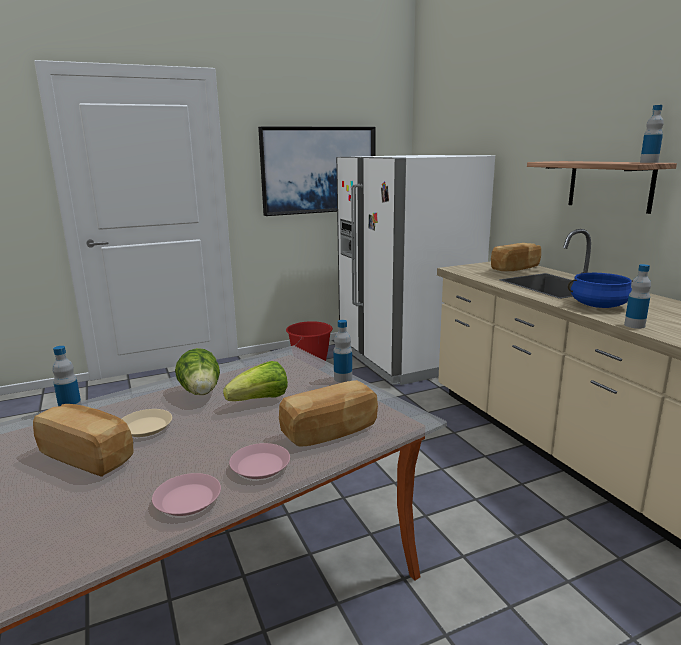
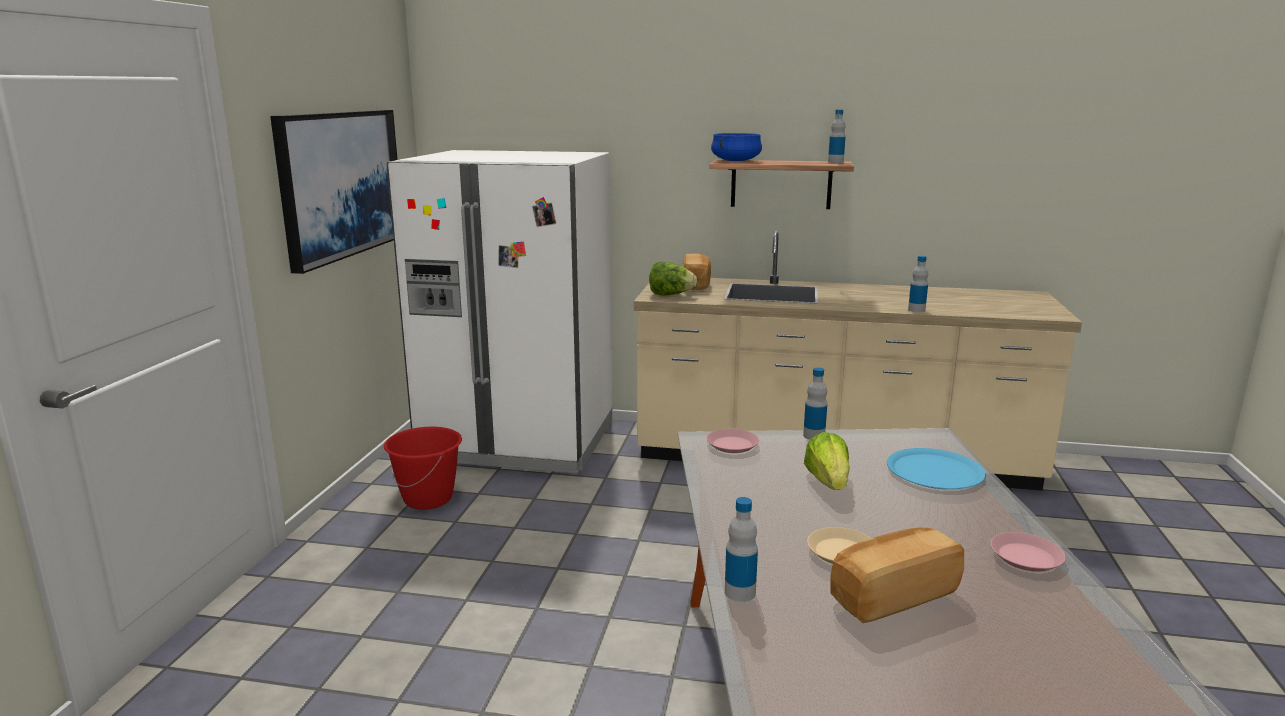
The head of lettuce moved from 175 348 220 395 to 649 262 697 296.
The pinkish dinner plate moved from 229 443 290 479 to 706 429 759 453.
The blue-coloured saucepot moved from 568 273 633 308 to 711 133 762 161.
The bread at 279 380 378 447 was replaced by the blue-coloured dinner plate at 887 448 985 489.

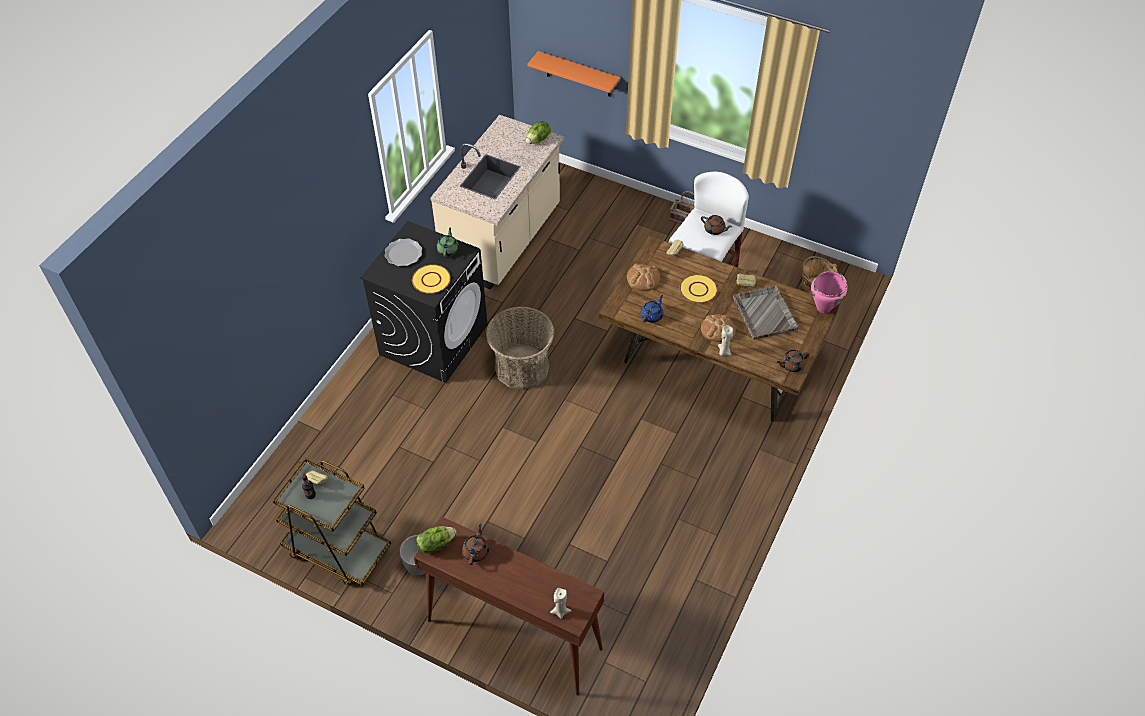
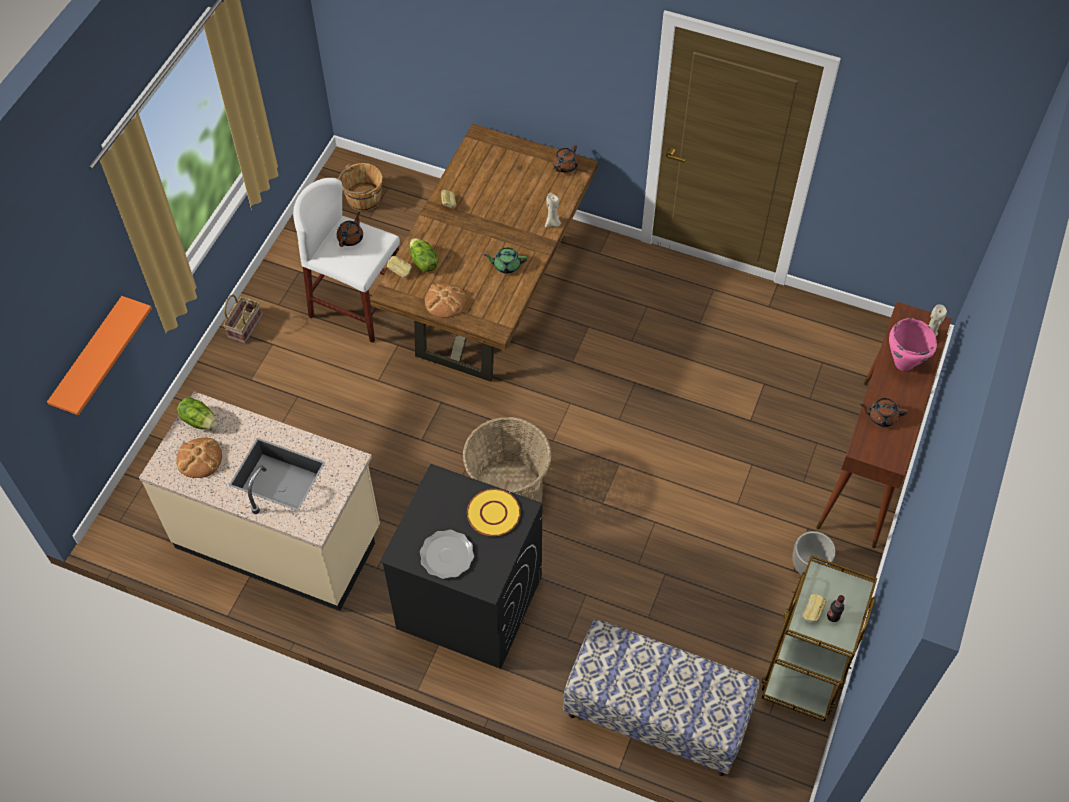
The bread moved from 701 314 736 342 to 176 437 222 478.
The head of lettuce moved from 417 526 457 554 to 410 238 438 272.
The greenish pot for tea moved from 437 227 459 257 to 484 248 528 274.
The brown pot for tea at 777 350 810 372 turned 60 degrees clockwise.
The indoor bench at 563 619 760 776 appeared.
The pinkish saucepot moved from 811 271 848 313 to 889 318 937 371.
The blue-coloured pot for tea at 641 295 663 323 disappeared.
The yellowish dinner plate at 680 274 718 303 disappeared.
The greyish serving tray at 733 285 799 340 disappeared.

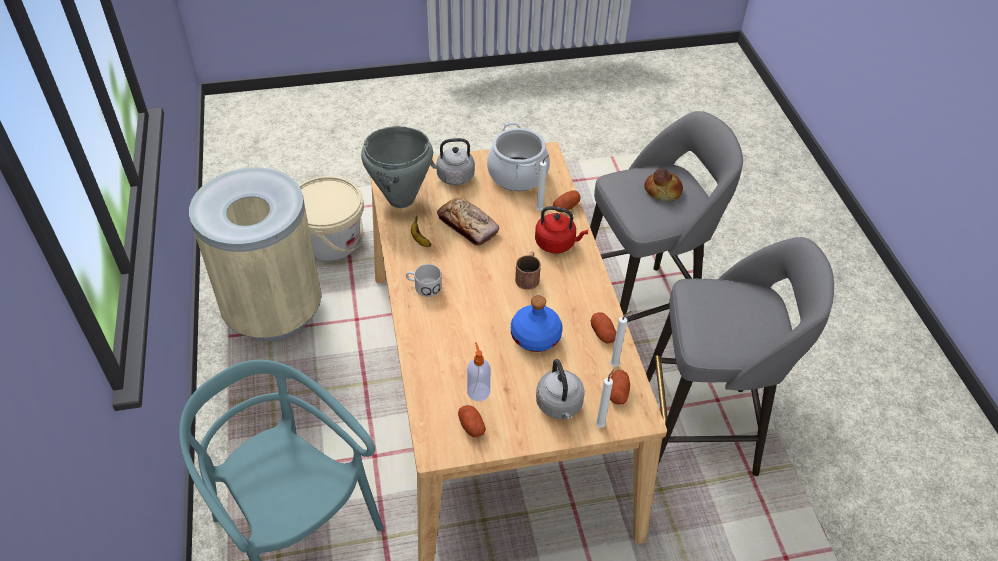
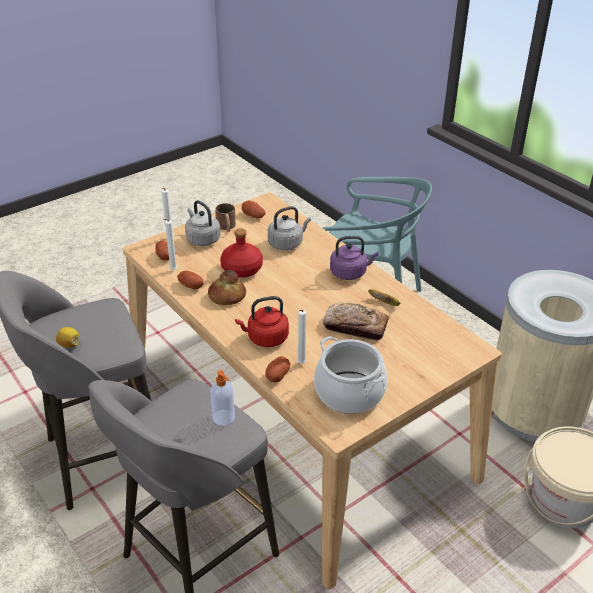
The citrus fruit at 56 327 80 348 appeared.
The bread moved from 644 169 683 201 to 208 270 246 305.
The liquid soap bottle moved from 467 342 491 401 to 211 370 235 426.
The brown coffee mug moved from 515 252 541 290 to 215 203 236 232.
The blue-coloured bottle at 511 296 563 352 became the red-coloured bottle at 220 228 263 277.
The greyish kettle moved from 430 138 475 185 to 268 206 311 250.
The whitish coffee mug at 406 264 442 297 was replaced by the purple-coloured kettle at 330 236 379 280.
The greyish saucepot at 361 126 433 208 disappeared.

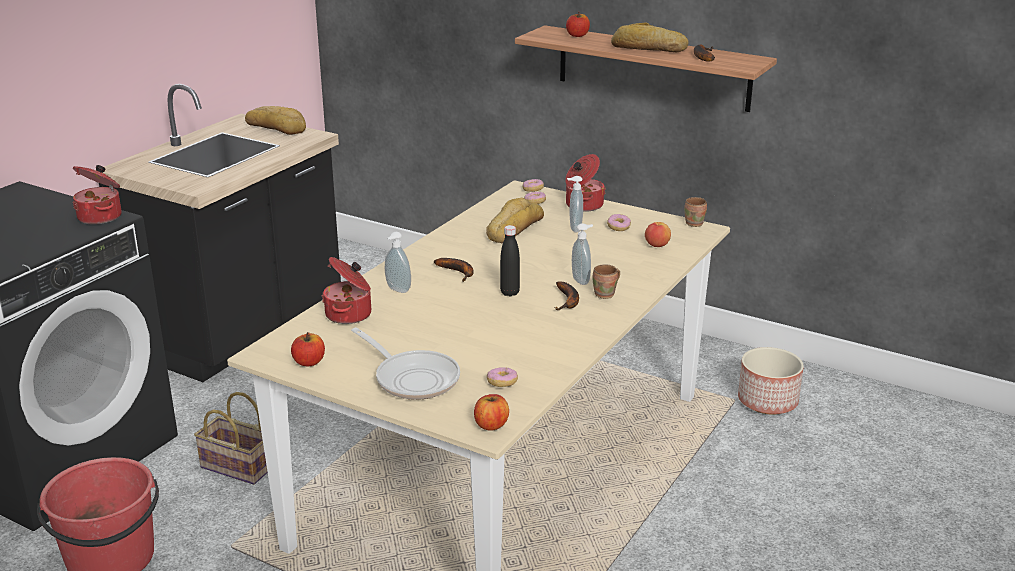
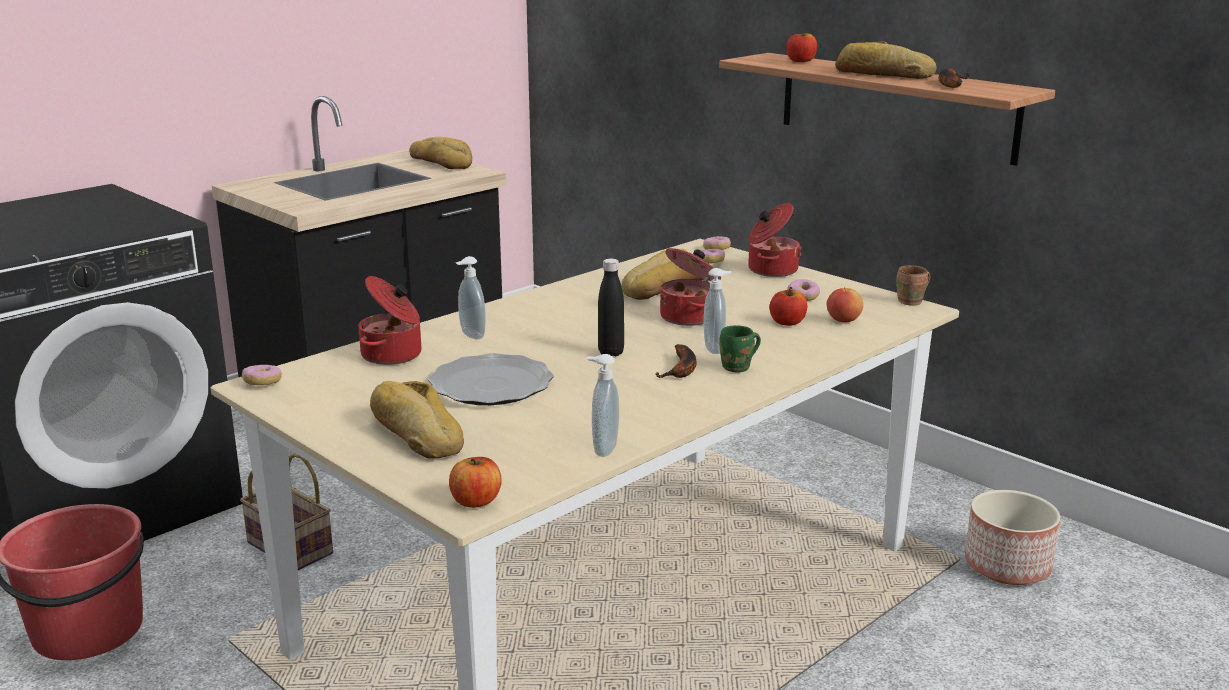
The ring doughnut moved from 487 367 518 387 to 242 365 282 385.
The pan at 351 328 460 400 was replaced by the bread at 370 381 464 459.
The dinner plate at 428 353 554 405 appeared.
The liquid soap bottle moved from 567 176 583 232 to 587 354 619 457.
The saucepot moved from 73 165 122 225 to 660 248 721 326.
The brown coffee mug at 592 264 620 299 became the greenish coffee mug at 719 326 761 373.
The apple fruit moved from 291 332 325 366 to 769 287 807 326.
The banana at 434 258 474 282 disappeared.

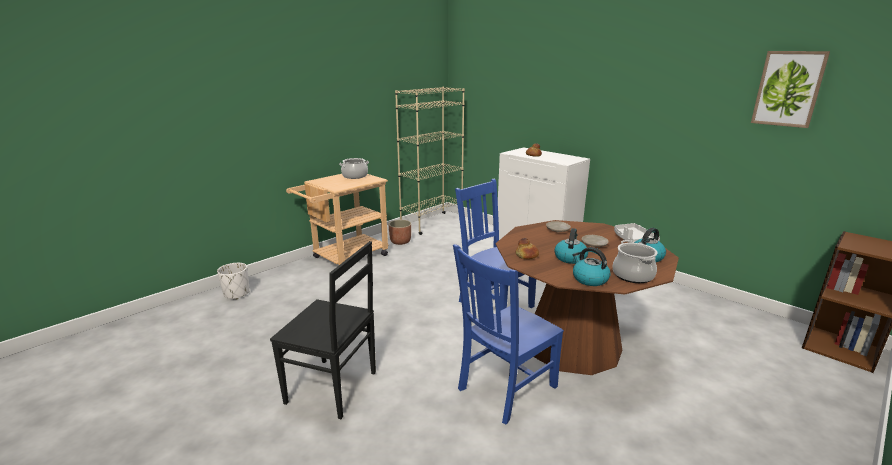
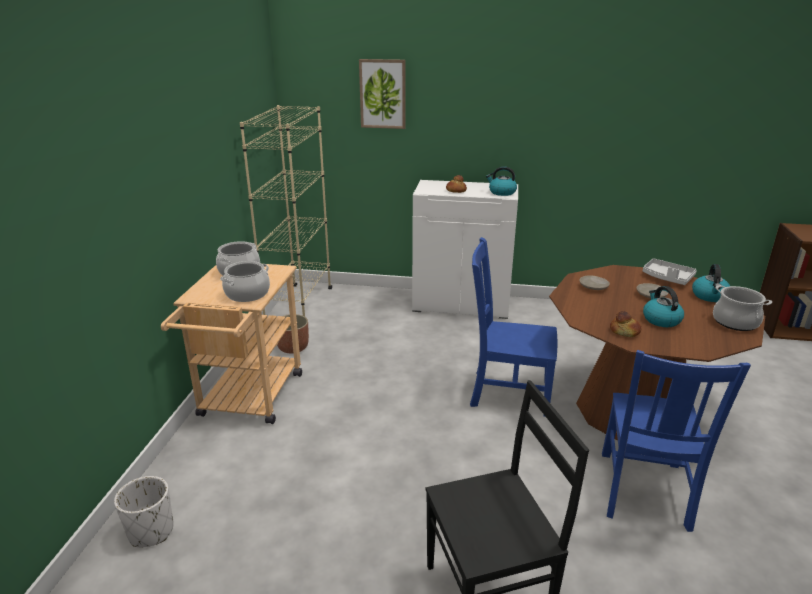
The saucepot at 220 261 270 302 appeared.
The wall picture moved from 751 51 830 128 to 359 59 406 129.
The kettle moved from 573 247 610 286 to 486 167 517 196.

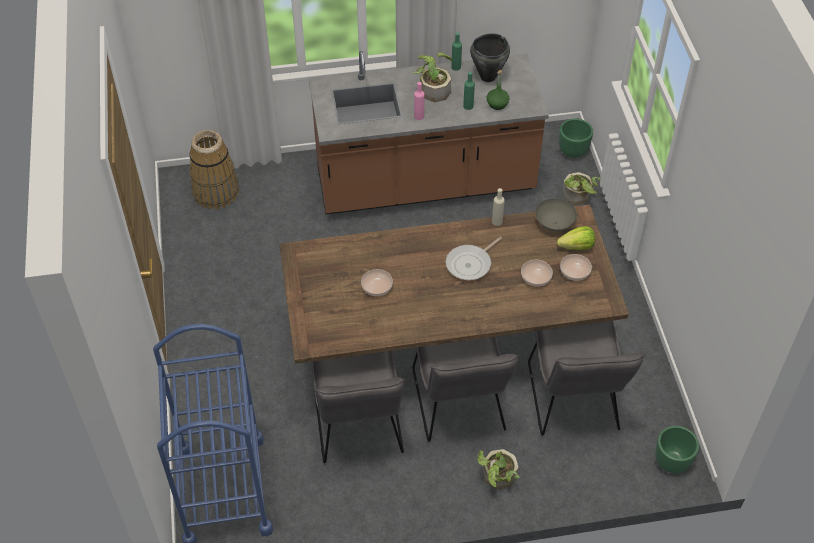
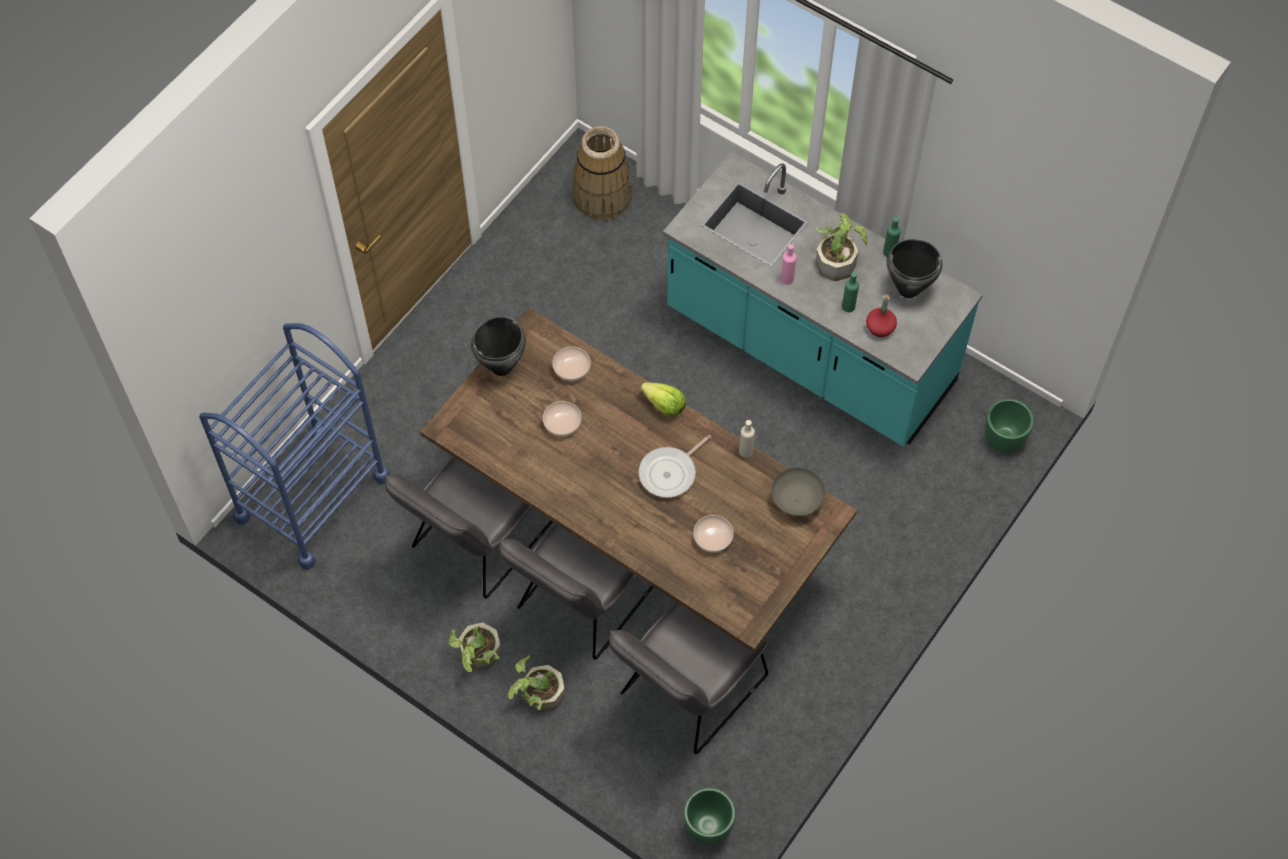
The plant in a pot moved from 562 172 601 205 to 449 623 501 672.
The black saucepot at 471 316 526 376 appeared.
The bowl moved from 560 254 592 281 to 552 346 591 381.
The pan at 446 237 502 280 turned 45 degrees counterclockwise.
The head of lettuce moved from 557 226 595 250 to 641 382 686 417.
The brown counter at 309 51 549 214 became the turquoise counter at 663 151 983 447.
The greenish bottle at 487 70 509 110 became the red-coloured bottle at 866 294 897 337.

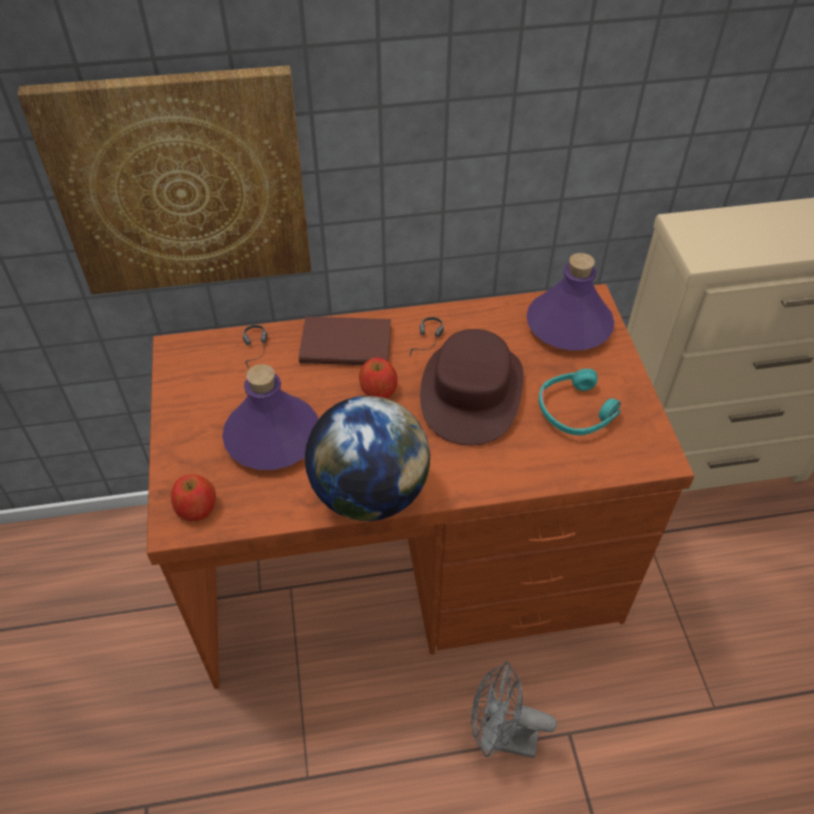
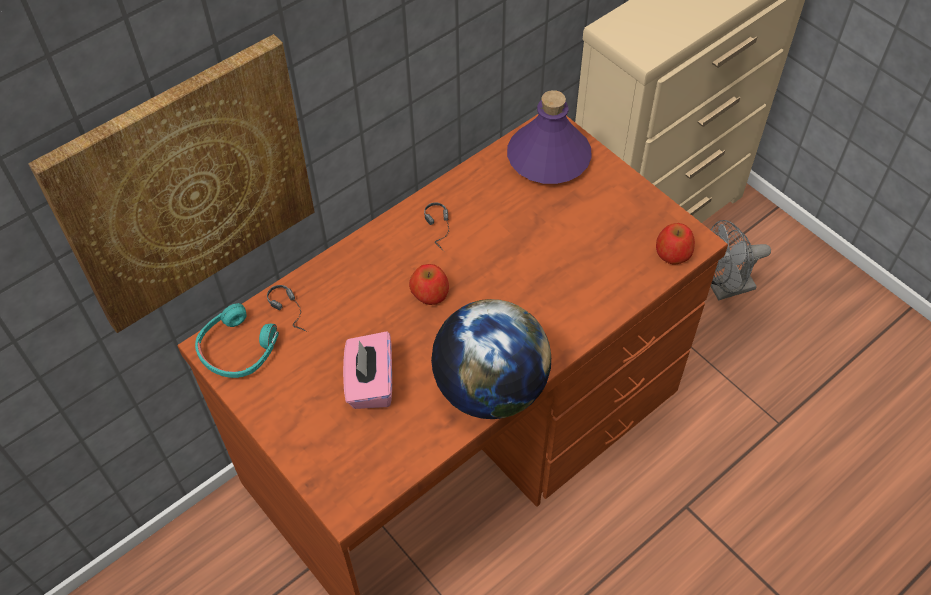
The turquoise headphones moved from 539 369 621 435 to 195 303 279 378.
The purple-coloured bottle at 222 364 318 470 was replaced by the pinkish tissue box at 343 331 392 409.
The apple fruit moved from 171 474 216 521 to 656 223 695 265.
The greyish cooling fan moved from 471 662 557 758 to 710 220 771 301.
The brown book at 299 316 391 365 disappeared.
The brown hat at 420 329 524 445 disappeared.

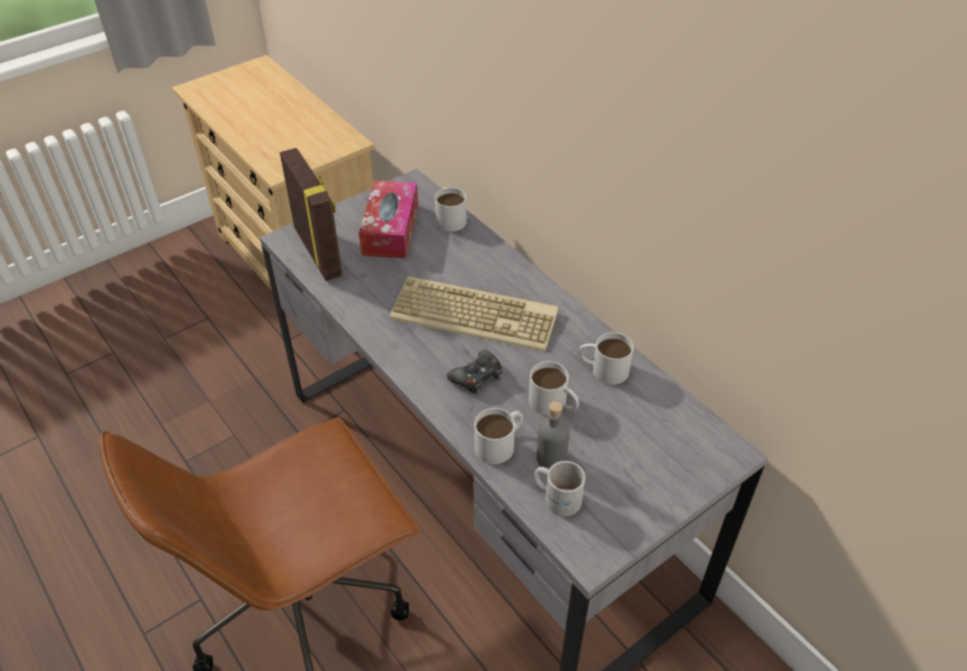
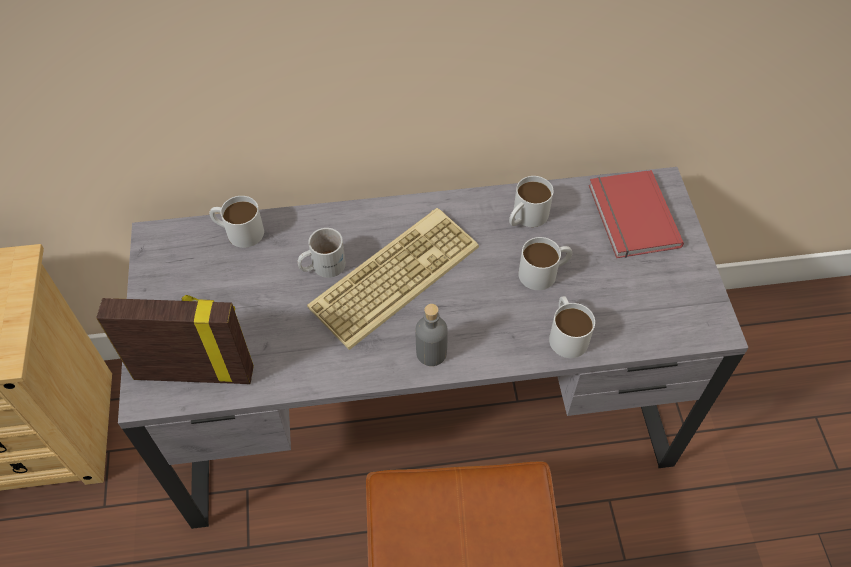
The whitish coffee mug moved from 534 461 585 516 to 298 228 346 278.
The greyish bottle moved from 536 401 570 469 to 415 304 448 366.
The red-coloured book at 589 170 684 258 appeared.
The tissue box at 359 180 418 258 disappeared.
The black joypad at 447 349 502 395 disappeared.

